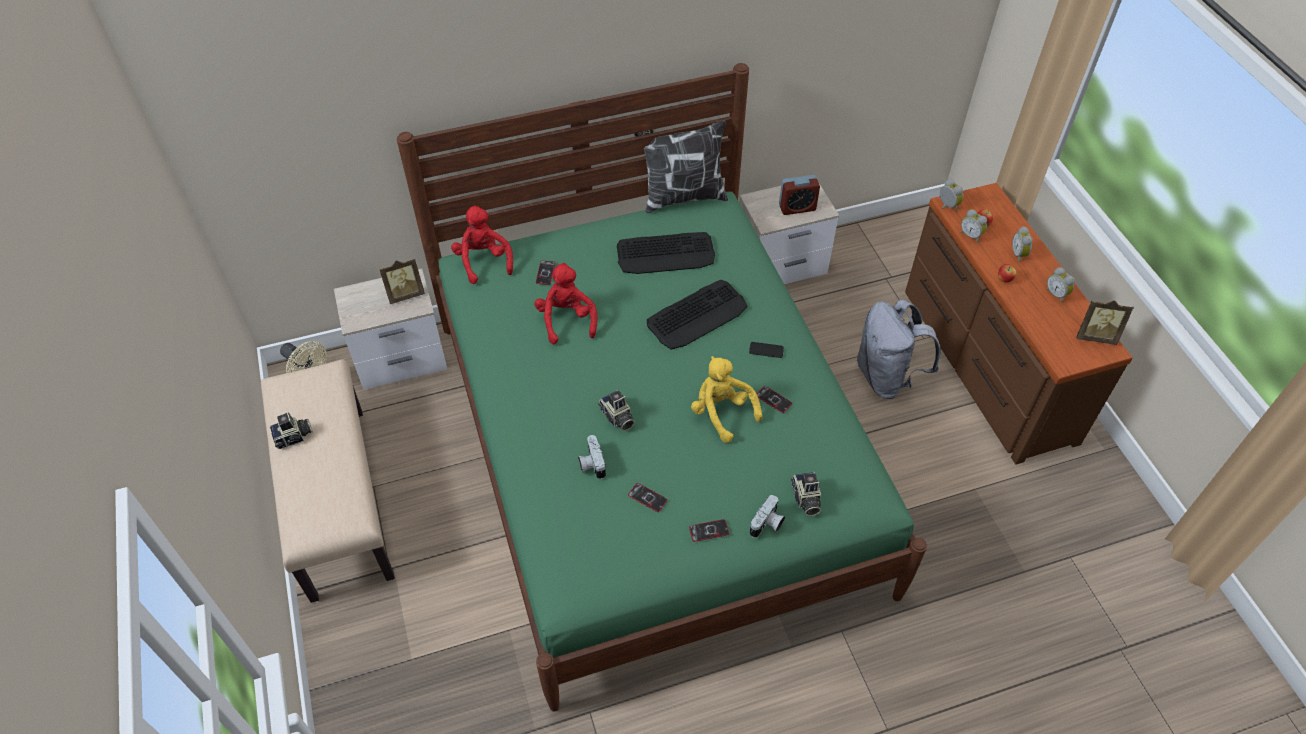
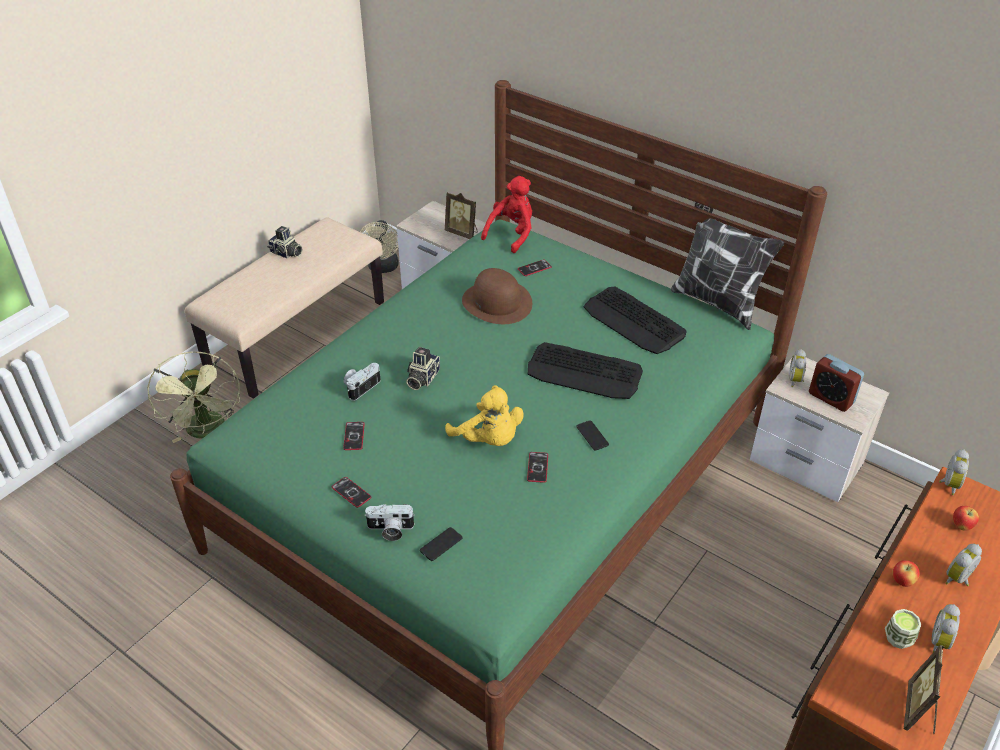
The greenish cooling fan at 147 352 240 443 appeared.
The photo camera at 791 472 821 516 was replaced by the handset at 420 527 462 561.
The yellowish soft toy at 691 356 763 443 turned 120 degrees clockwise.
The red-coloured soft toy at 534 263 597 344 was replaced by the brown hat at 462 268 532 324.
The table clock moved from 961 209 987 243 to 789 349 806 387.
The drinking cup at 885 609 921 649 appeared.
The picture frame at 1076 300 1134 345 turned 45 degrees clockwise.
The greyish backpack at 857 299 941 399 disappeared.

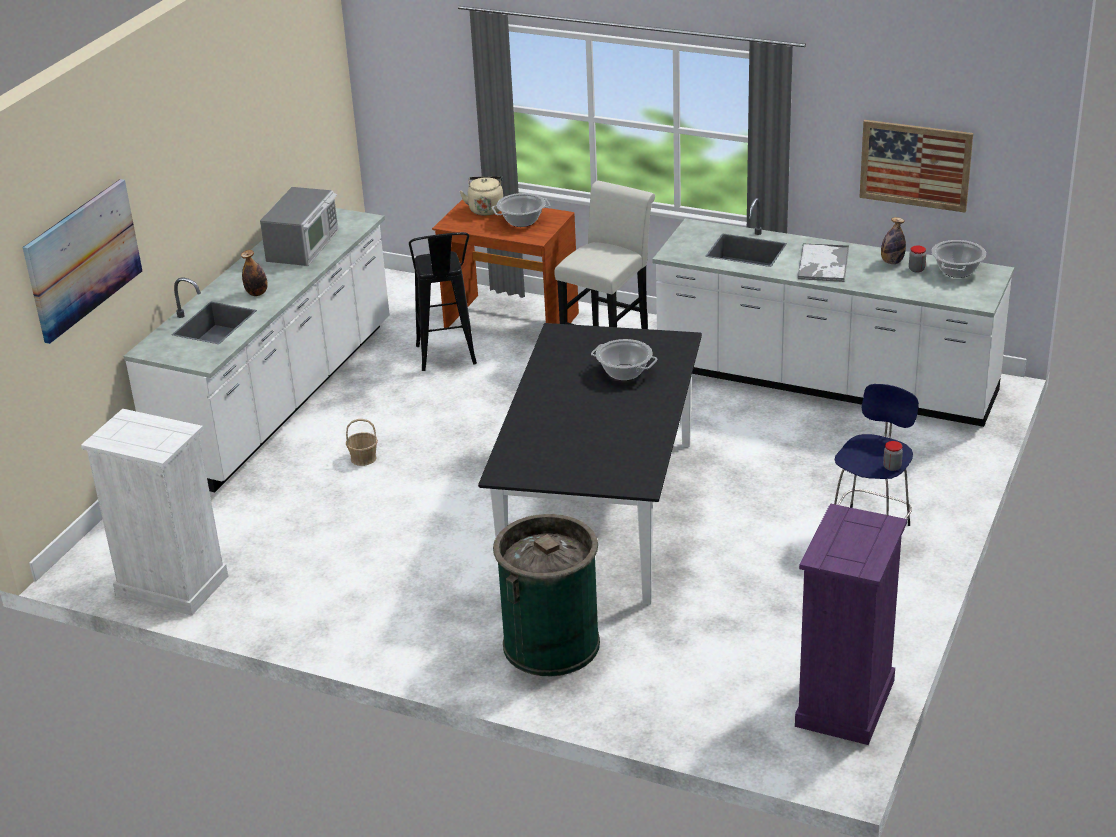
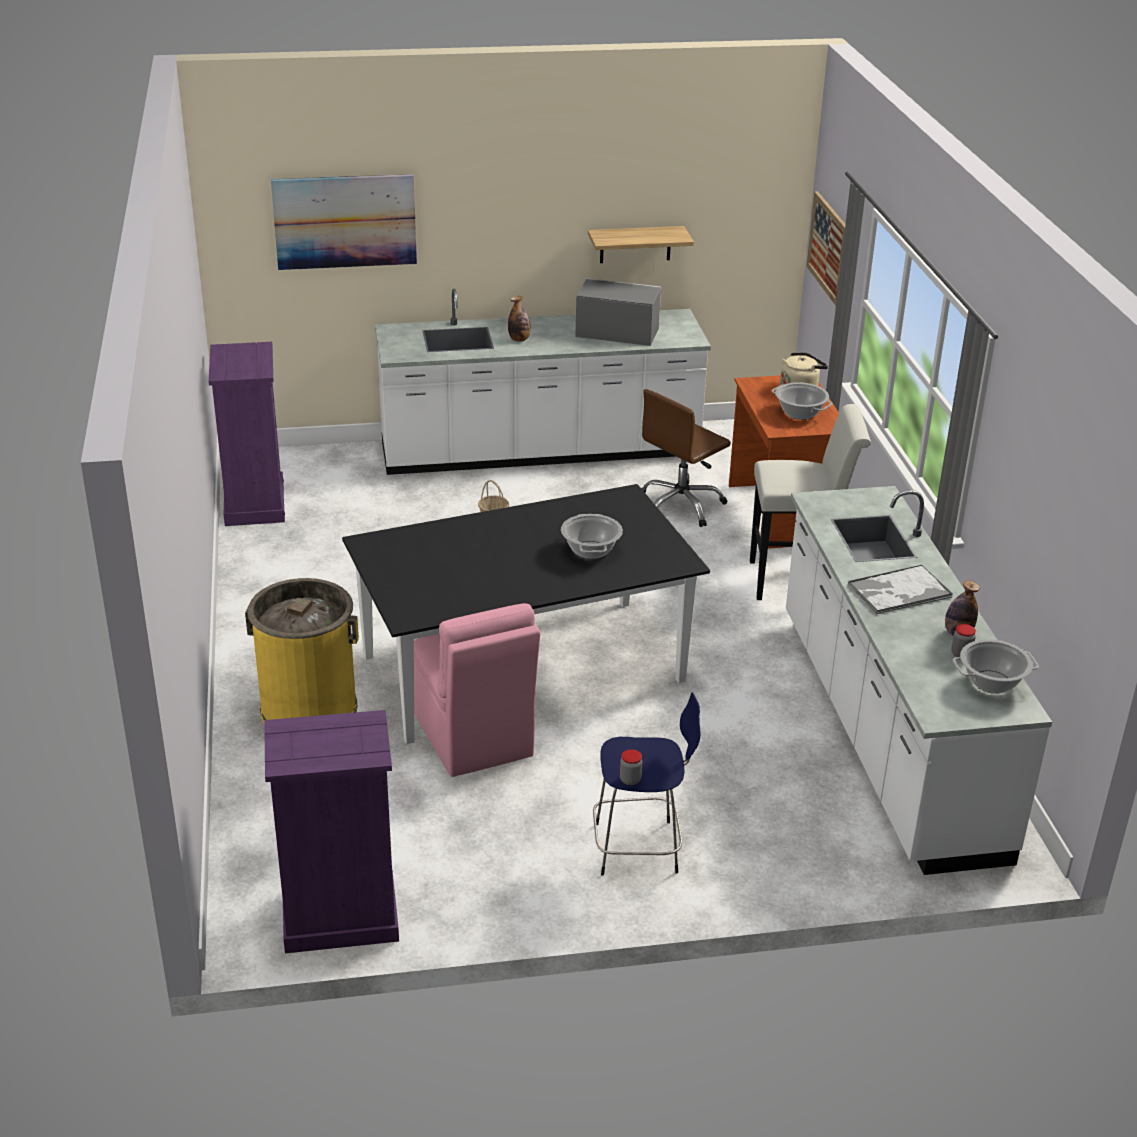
The whitish chest of drawers at 81 409 228 616 became the purple-coloured chest of drawers at 209 342 285 526.
The greenish waste bin at 493 514 600 676 became the yellowish waste bin at 245 578 359 723.
The pinkish plain chair at 414 603 540 777 appeared.
The microwave oven at 260 187 338 266 turned 150 degrees counterclockwise.
The wall shelf at 588 226 694 263 appeared.
The black sitting stool at 409 232 477 371 was replaced by the brown computer chair at 641 389 731 527.
The wall picture moved from 859 120 973 213 to 807 191 845 306.

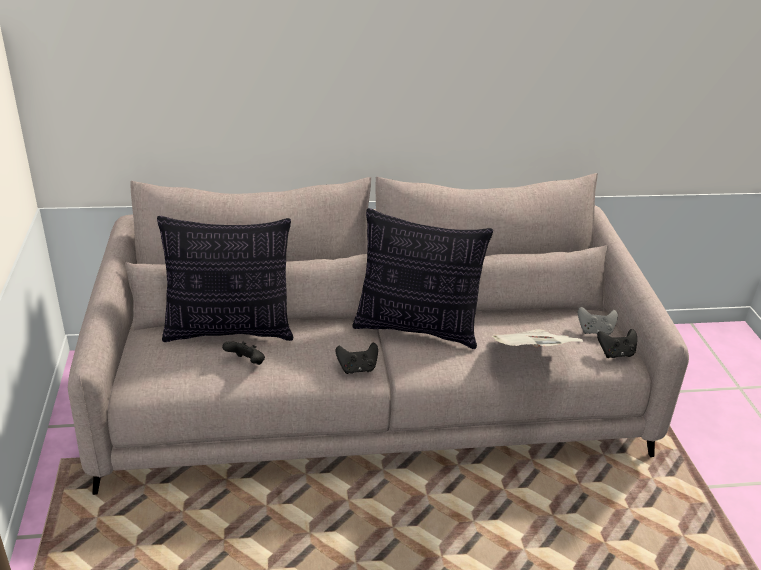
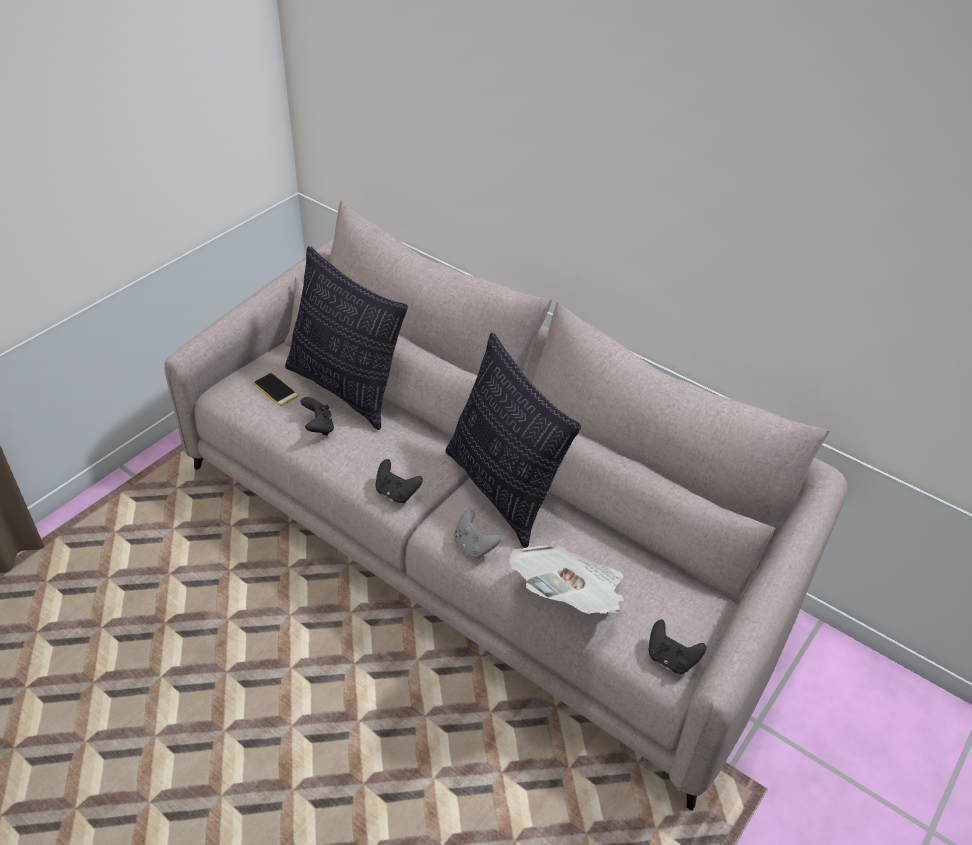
The handset at 253 373 298 406 appeared.
The greyish joypad moved from 578 307 618 335 to 454 509 502 559.

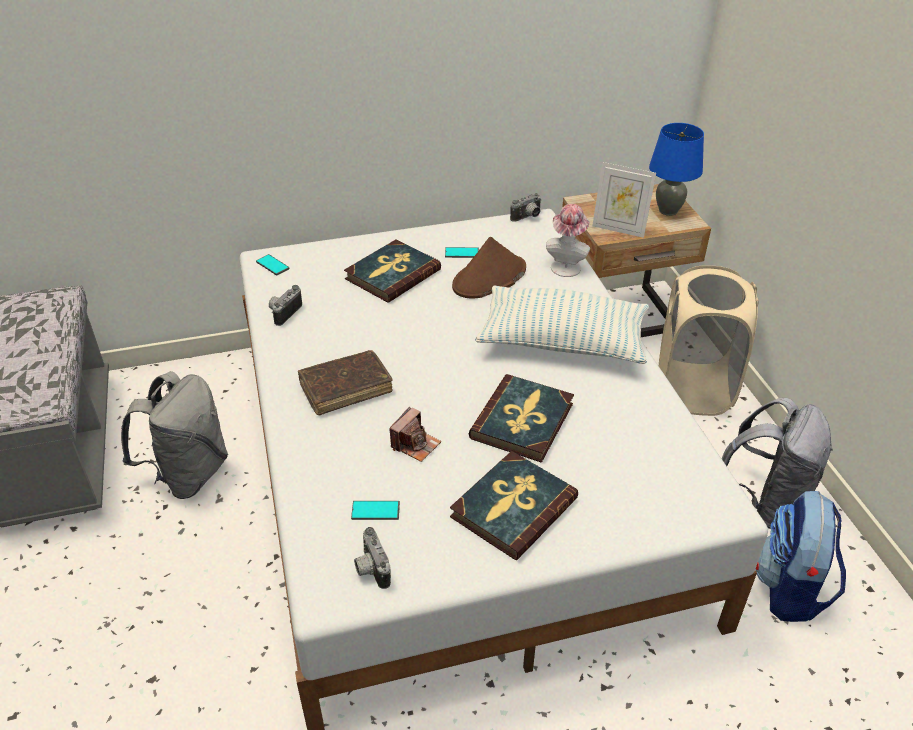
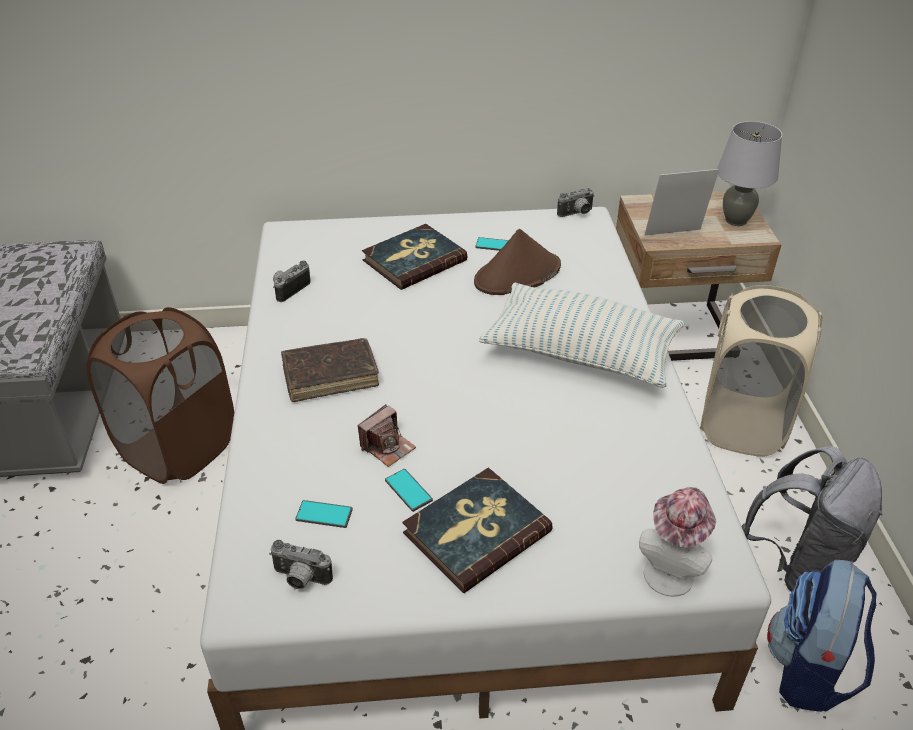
The greyish backpack at 121 371 228 499 was replaced by the brown hamper at 86 307 234 484.
The photo camera at 354 527 391 589 turned 60 degrees counterclockwise.
The handset moved from 256 254 290 275 to 385 469 433 512.
The hat moved from 546 204 590 277 to 639 487 716 597.
The picture frame at 592 162 656 238 turned 135 degrees clockwise.
The blue-coloured table lamp at 649 123 704 216 became the greyish table lamp at 717 121 782 226.
The book at 469 374 574 463 disappeared.

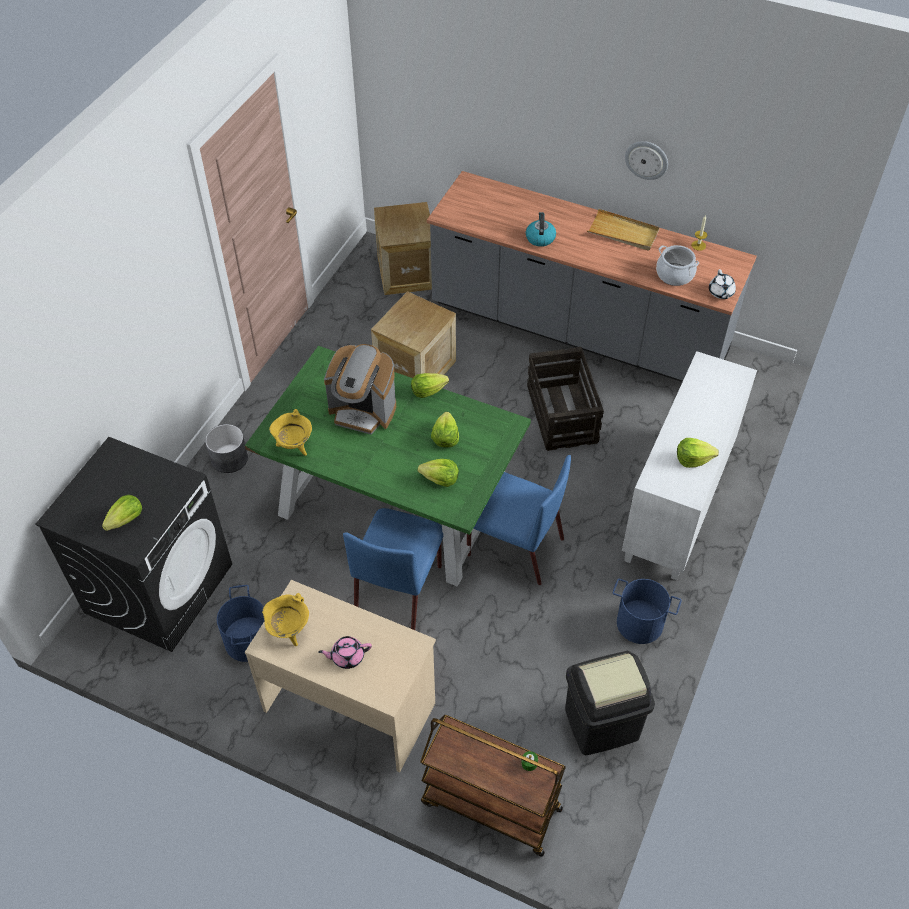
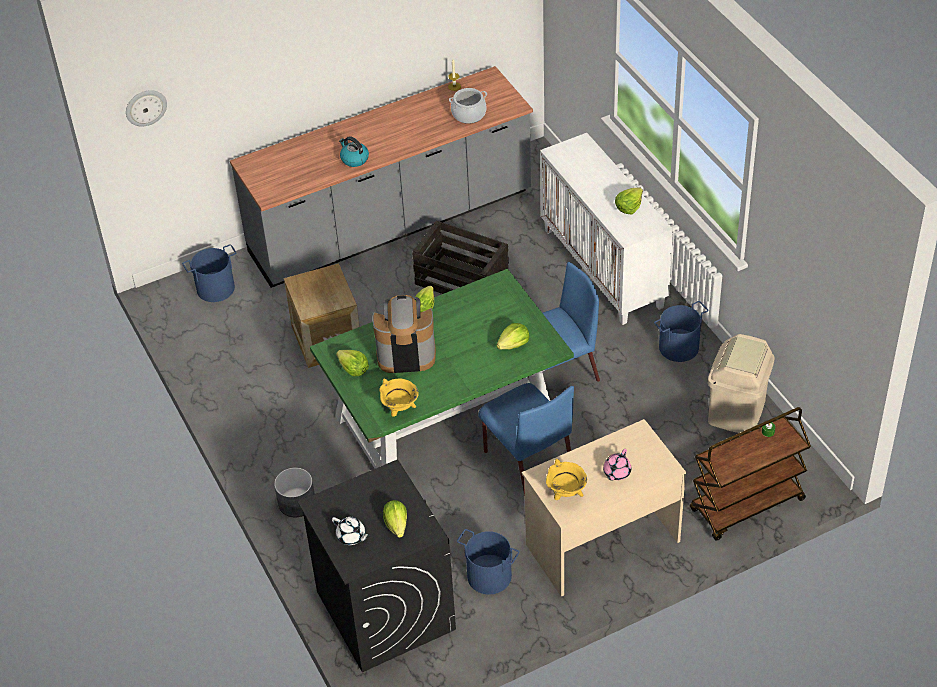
The hanging clock moved from 625 141 668 180 to 126 90 167 126.
The shipping crate at 374 202 432 295 was replaced by the blue-coloured pail at 182 244 237 302.
The whitish pot for tea moved from 709 269 736 299 to 332 517 370 545.
The head of lettuce moved from 431 412 459 447 to 336 350 369 376.
The coffee brewer at 324 344 396 435 turned 150 degrees counterclockwise.
The black waste bin at 565 651 655 755 became the beige-coloured waste bin at 708 334 775 433.
The beige-coloured serving tray at 587 209 660 250 disappeared.

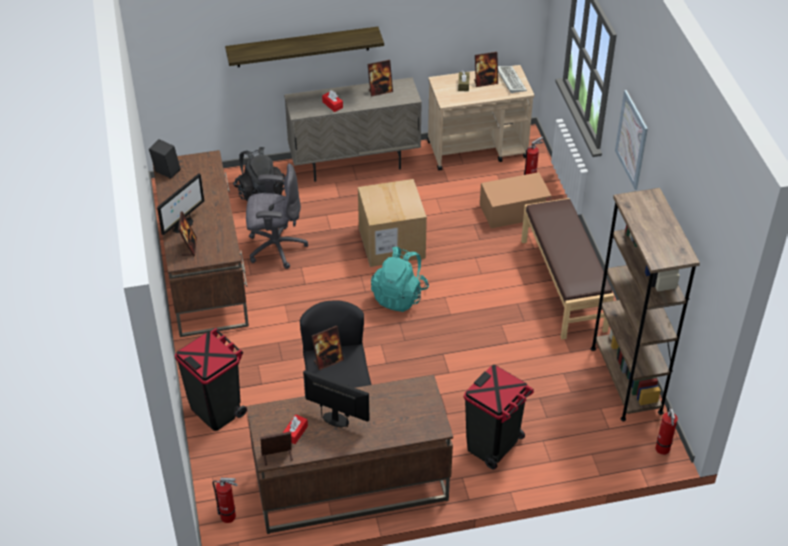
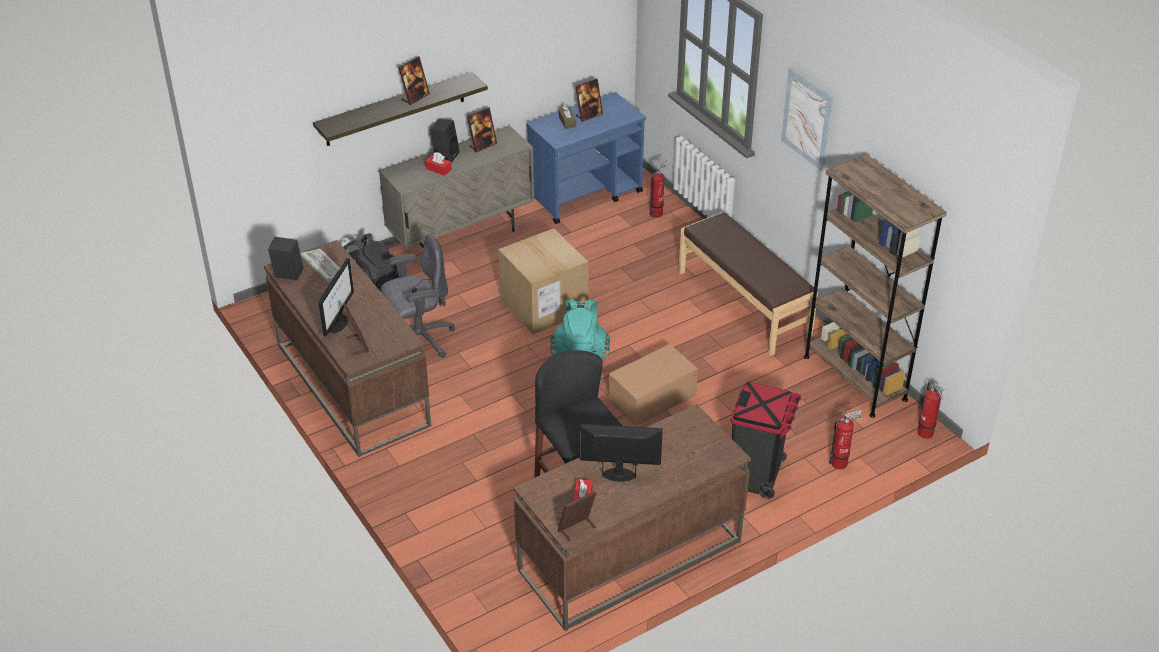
The keyboard moved from 498 66 527 93 to 300 249 340 282.
The picture frame moved from 312 325 344 371 to 398 56 430 105.
The black audio speaker at 430 119 460 163 appeared.
The beige-coloured wheeled cart at 427 65 534 171 became the blue-coloured wheeled cart at 526 92 646 224.
The carton moved from 480 172 551 228 to 608 344 698 426.
The fire-fighting cylinder moved from 213 478 238 523 to 829 410 862 469.
The black waste bin at 175 328 247 431 disappeared.

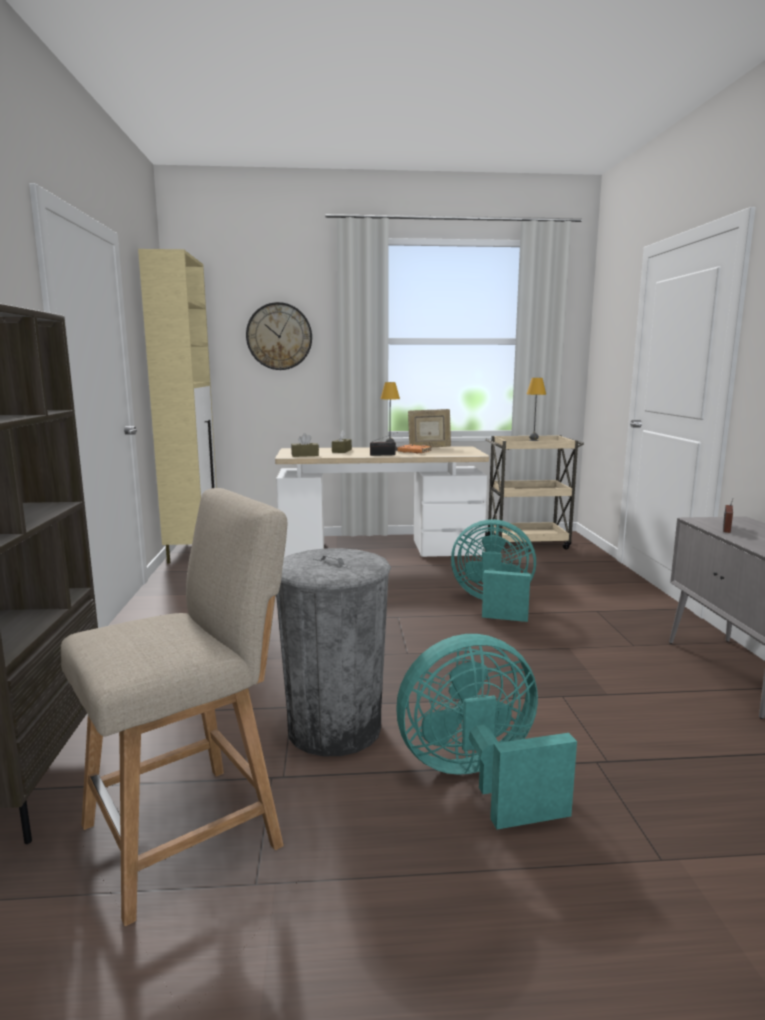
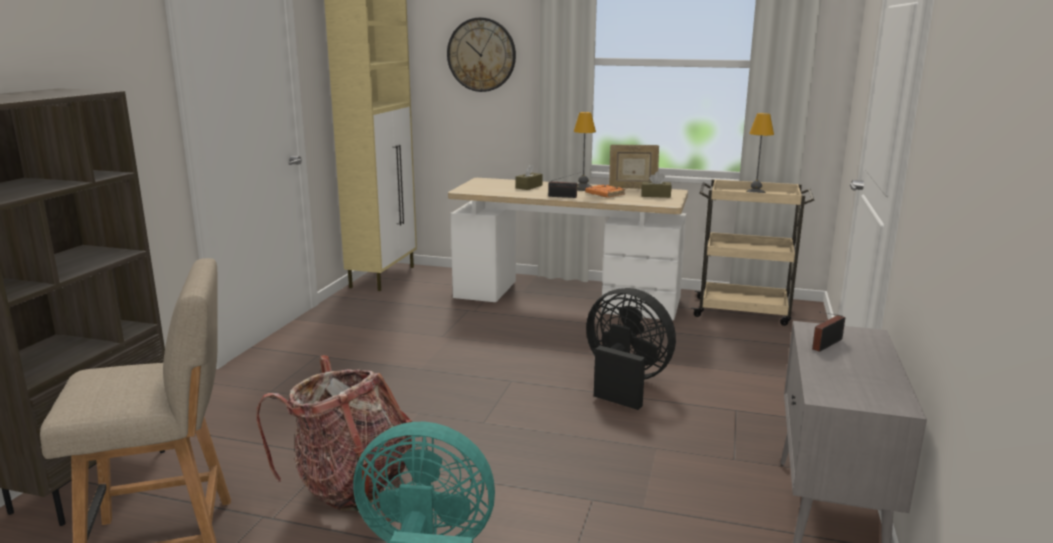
The greyish waste bin at 276 548 391 756 was replaced by the backpack at 257 355 412 511.
The turquoise cooling fan at 451 519 536 622 became the black cooling fan at 586 288 676 410.
The brown tissue box moved from 291 433 319 457 to 641 171 672 198.

